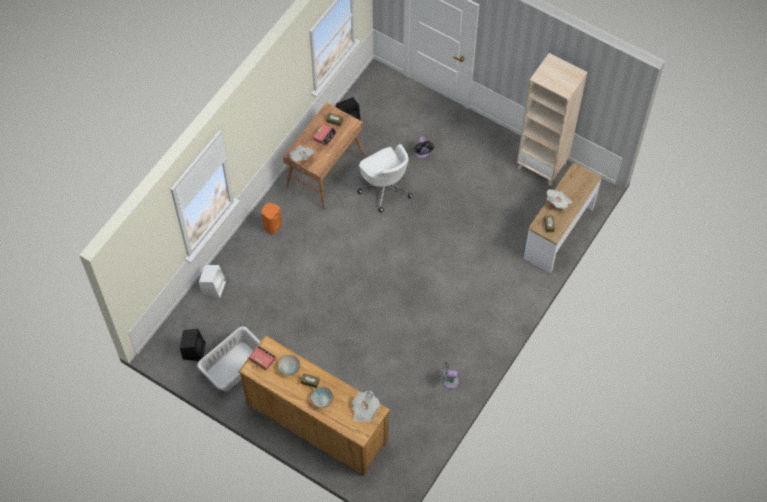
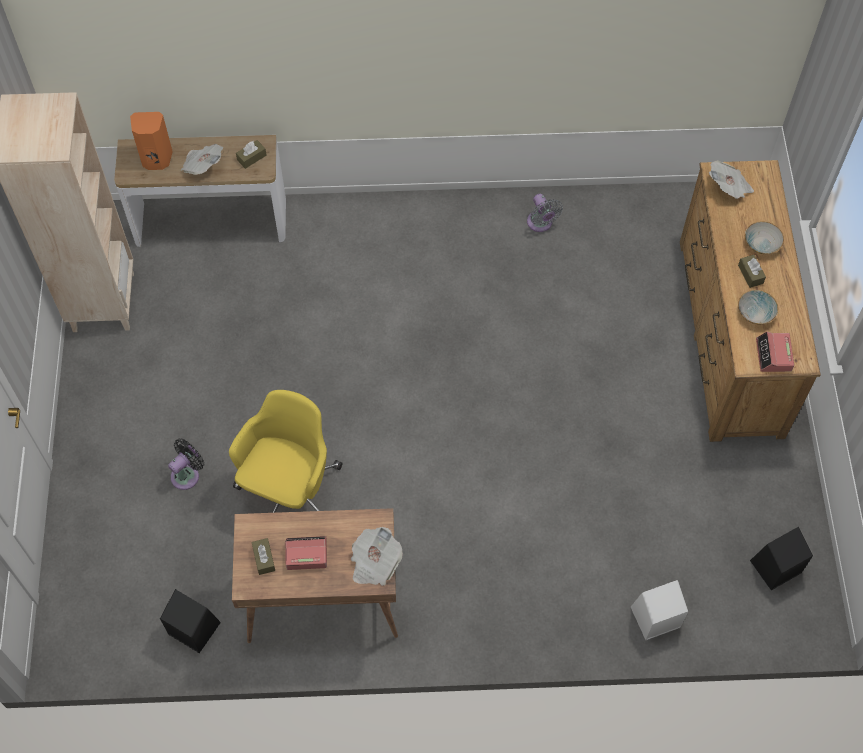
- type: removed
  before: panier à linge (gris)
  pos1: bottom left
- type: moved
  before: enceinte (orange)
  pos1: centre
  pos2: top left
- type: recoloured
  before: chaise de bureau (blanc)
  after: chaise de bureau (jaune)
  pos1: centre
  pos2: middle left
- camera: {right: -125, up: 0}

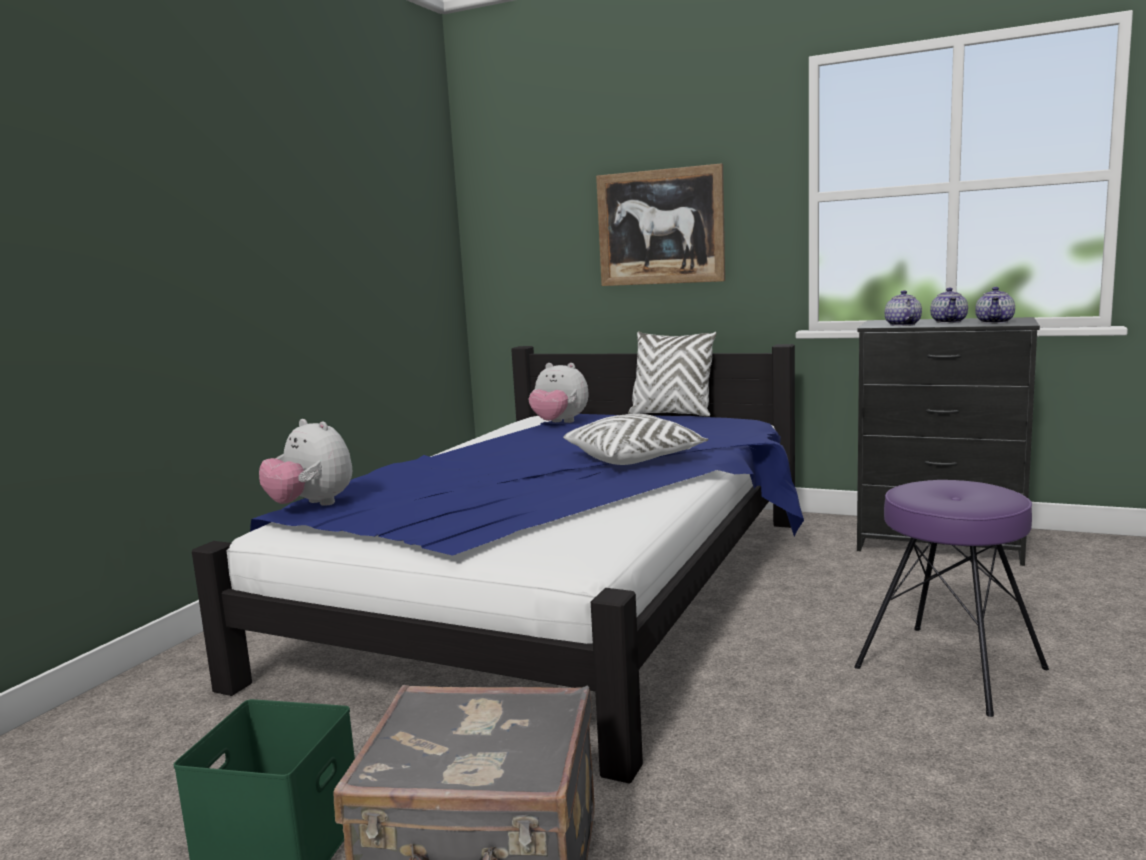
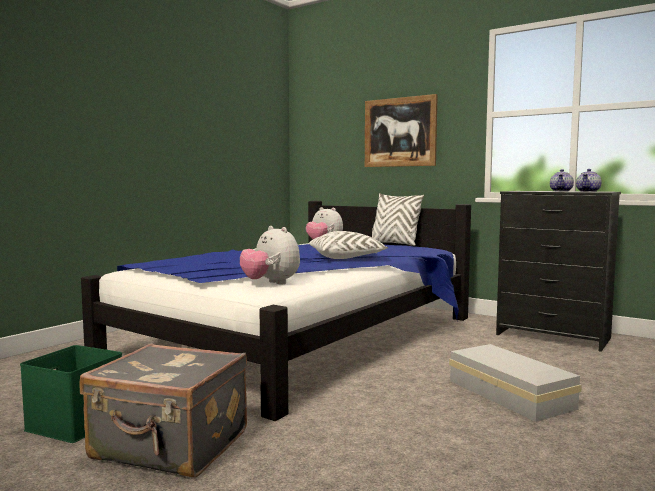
- type: removed
  before: théière (1st from left)
  pos1: middle right
- type: moved
  before: peluche (1st from left)
  pos1: middle left
  pos2: centre
- type: replaced
  before: tabouret (violet)
  after: boîte de rangement (blanc)
  pos1: bottom right
  pos2: bottom right
- camera: {right: 10, up: -5}

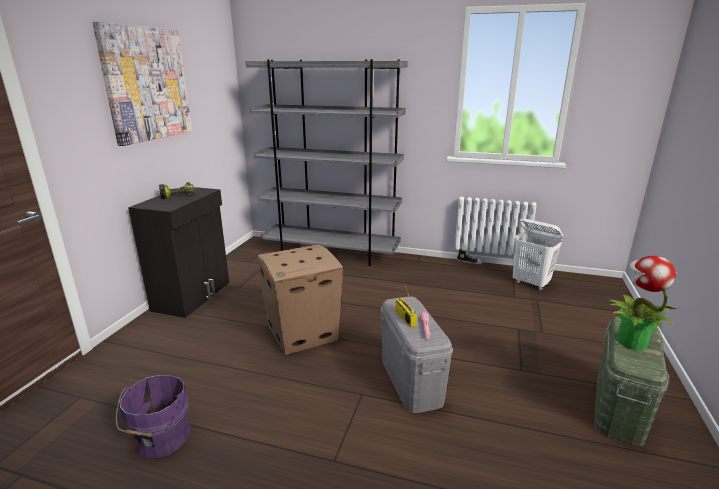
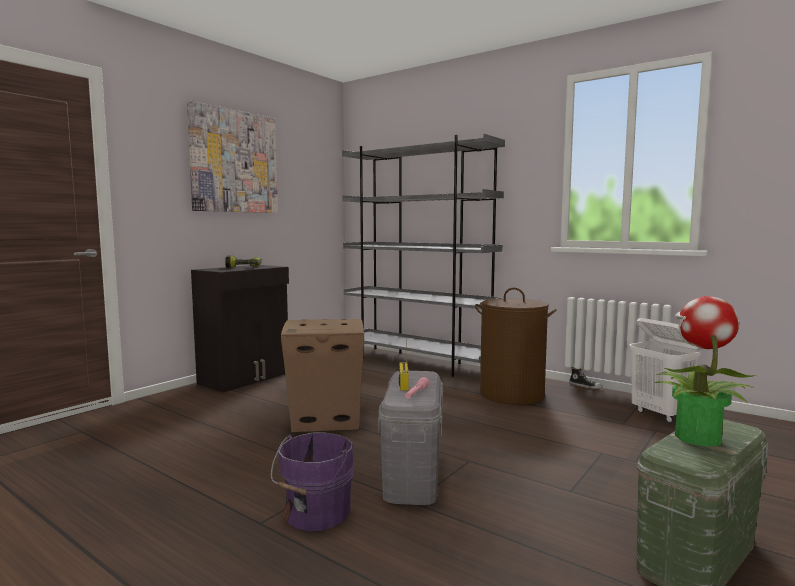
- type: added
  after: panier à linge (marron)
  pos2: centre
- type: moved
  before: seau (violet)
  pos1: bottom left
  pos2: bottom centre
- camera: {right: 20, up: -15}

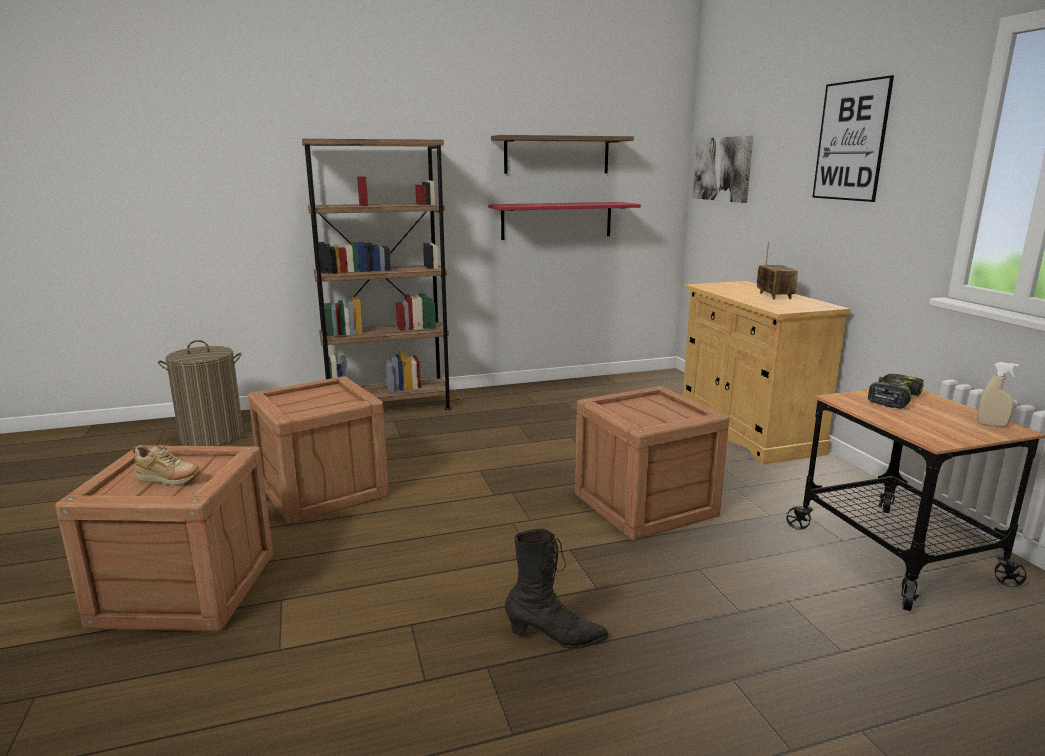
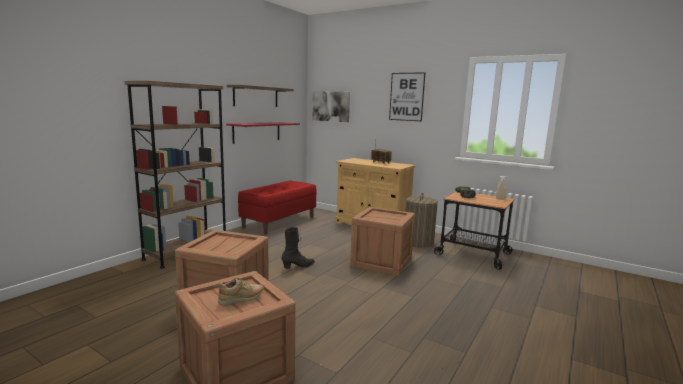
- type: added
  after: banc (rouge)
  pos2: centre
- type: moved
  before: panier à linge
  pos1: middle left
  pos2: centre
- type: moved
  before: botte (noir)
  pos1: bottom centre
  pos2: centre
- camera: {right: -40, up: -5}

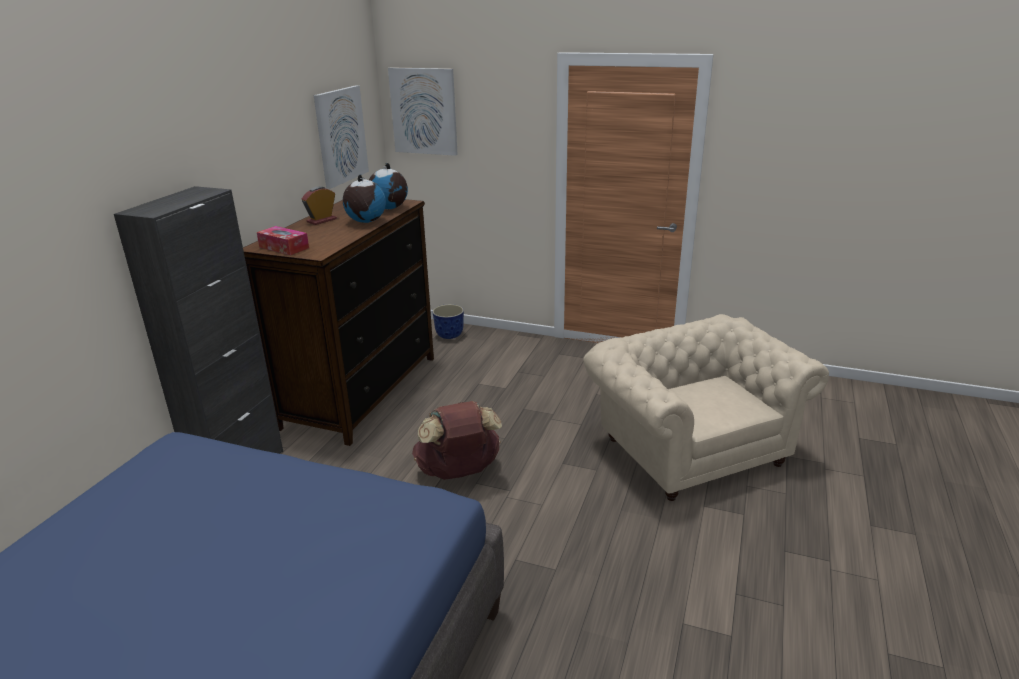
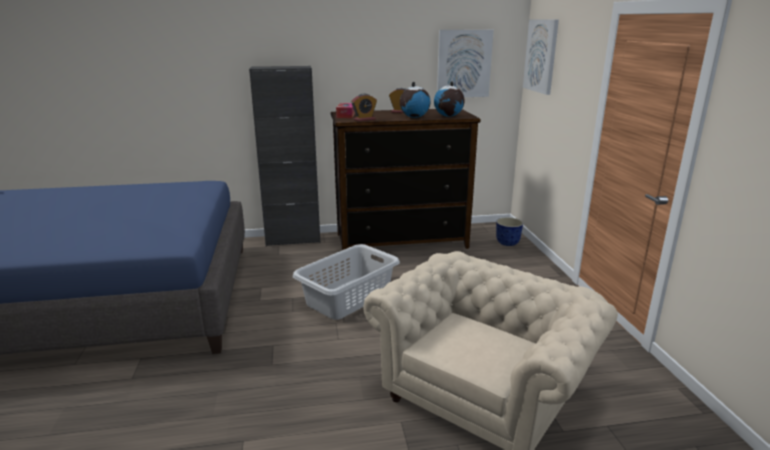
- type: added
  after: réveil (1st from left)
  pos2: top centre
- type: replaced
  before: sac à dos (marron)
  after: panier à linge (gris)
  pos1: centre
  pos2: centre
- camera: {right: 60, up: -5}

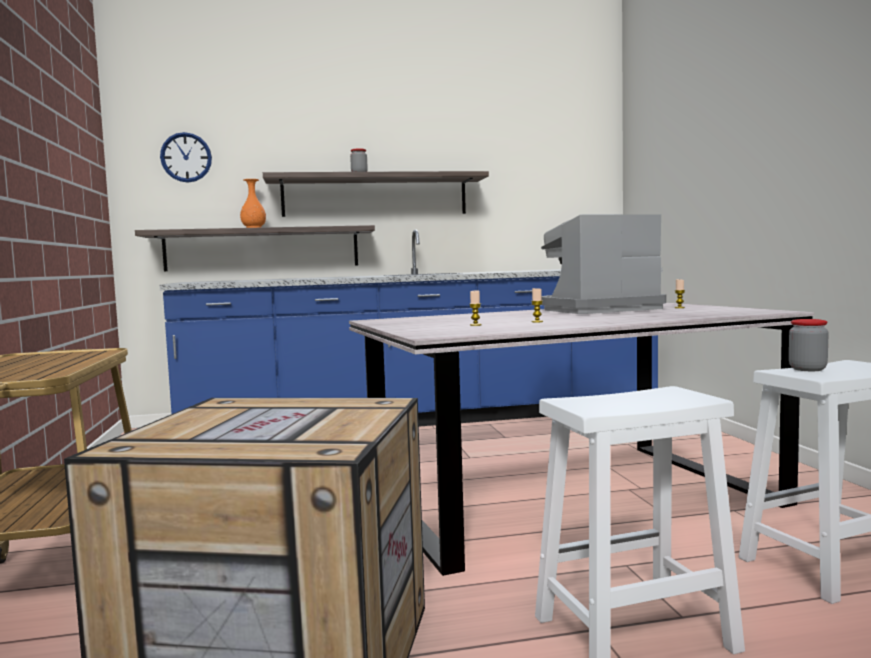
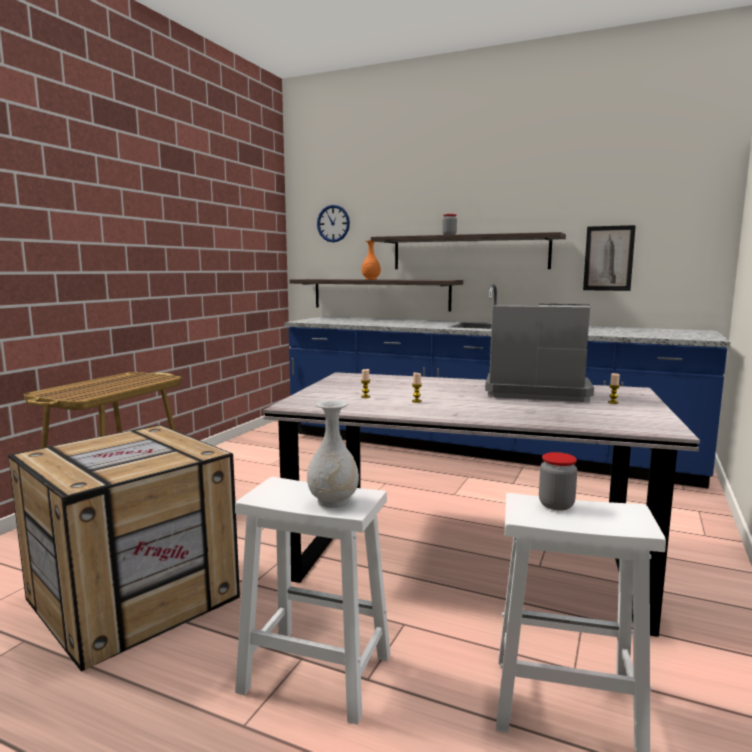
- type: added
  after: vase (blanc)
  pos2: centre
- type: added
  after: tableau
  pos2: middle right
- camera: {right: 35, up: 5}

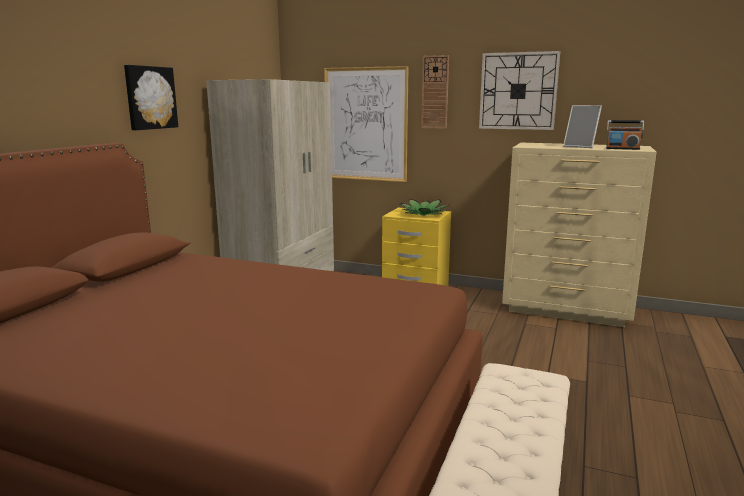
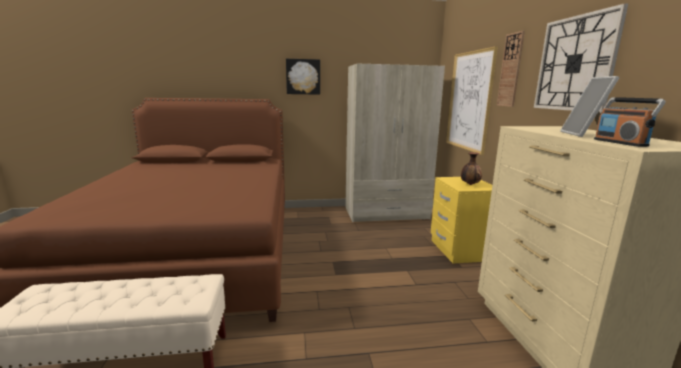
- type: replaced
  before: plante en pot
  after: vase
  pos1: centre
  pos2: middle right
- camera: {right: 60, up: 0}

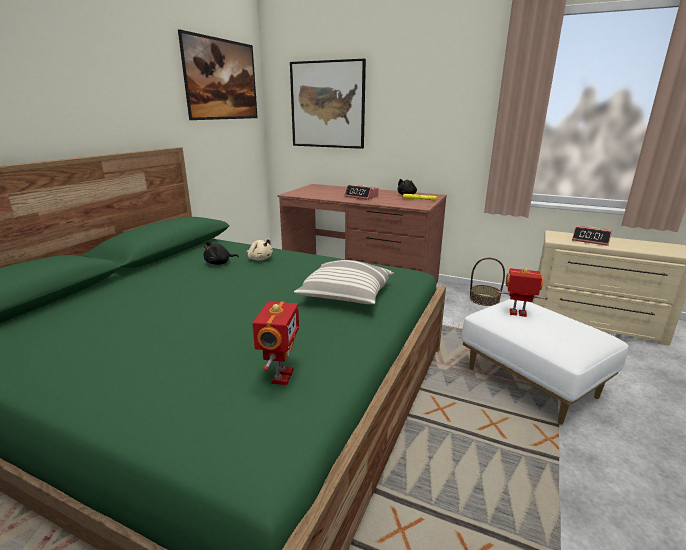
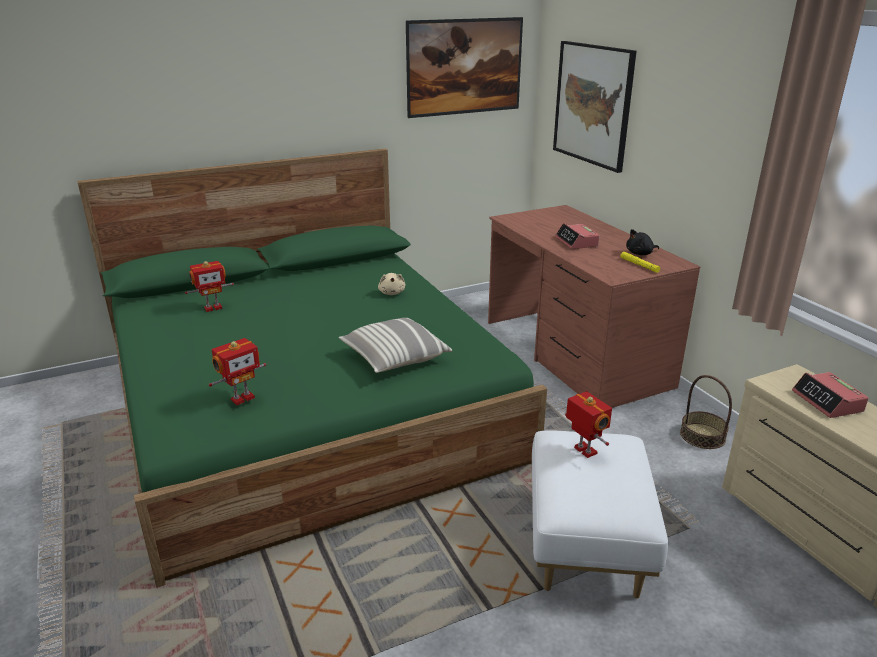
- type: removed
  before: peluche (noir) (1st from left)
  pos1: middle left
- type: added
  after: robot jouet (1st from left)
  pos2: middle left
- camera: {right: 40, up: 5}

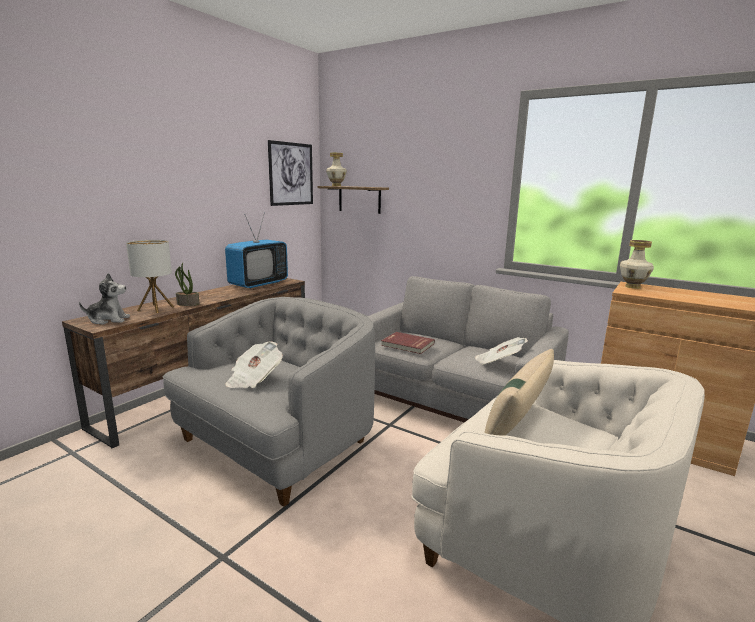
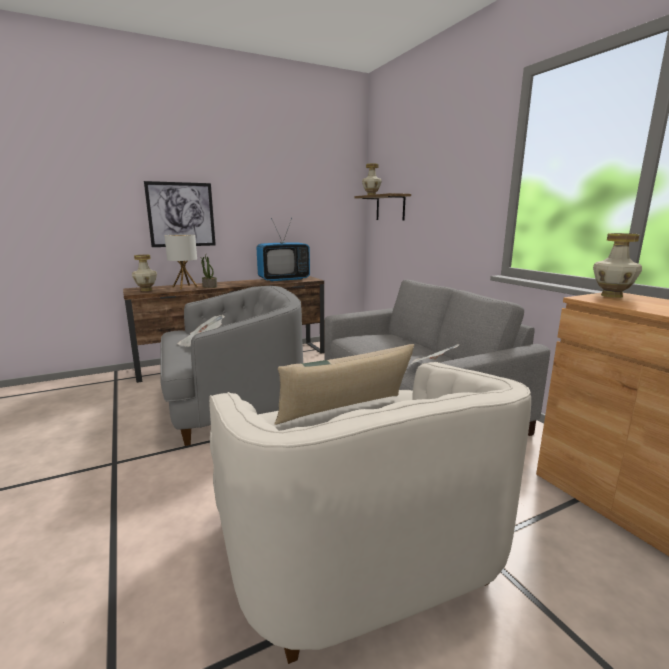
- type: removed
  before: livre (rouge)
  pos1: centre
- type: moved
  before: tableau
  pos1: top centre
  pos2: top left
- type: replaced
  before: peluche
  after: vase (1st from left)
  pos1: middle left
  pos2: middle left
- camera: {right: 30, up: 0}

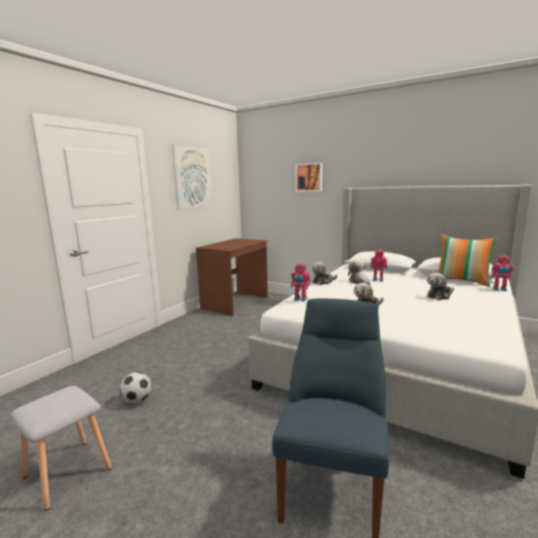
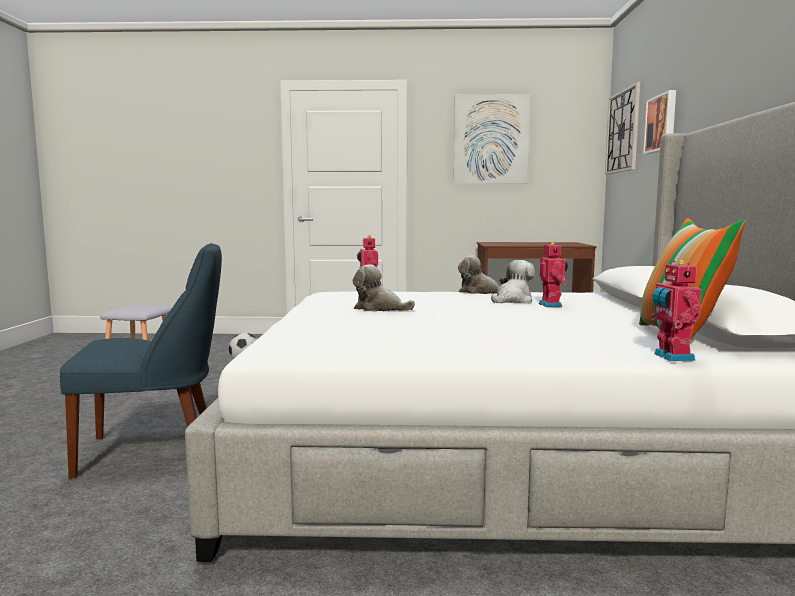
- type: removed
  before: peluche (4th from left)
  pos1: middle right
- type: added
  after: horloge murale
  pos2: top right
- camera: {right: 60, up: -5}

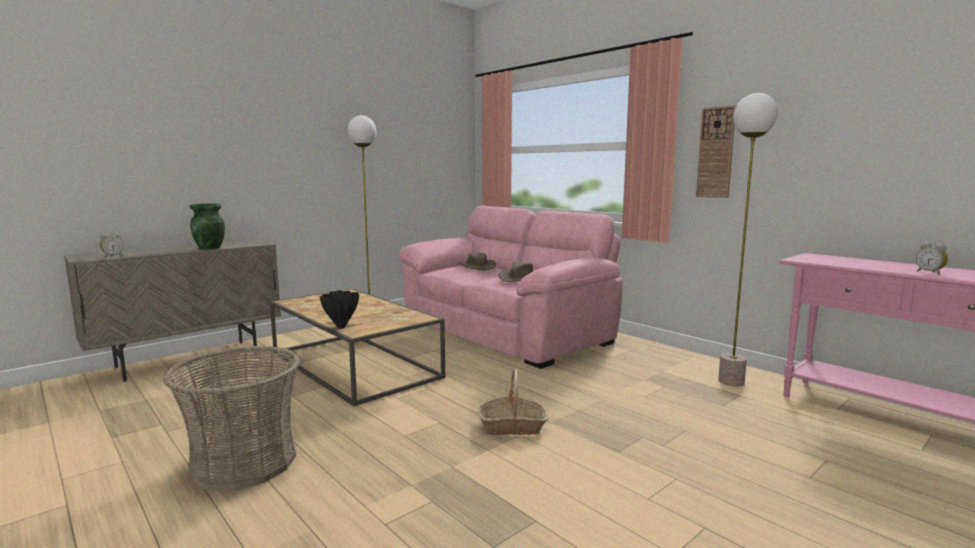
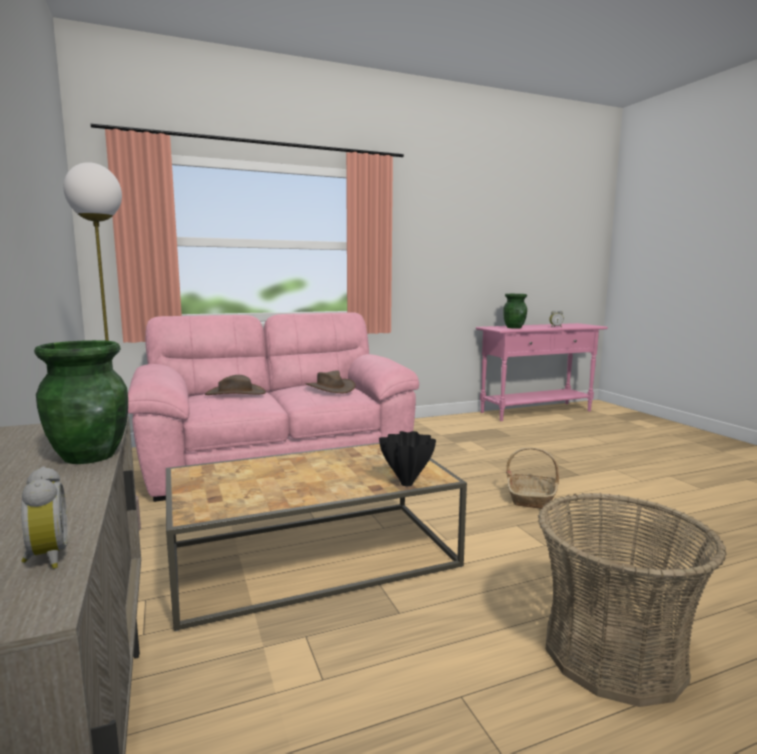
- type: removed
  before: horloge murale
  pos1: top right
- type: removed
  before: lampadaire (2nd from left)
  pos1: middle right
- type: added
  after: vase (vert) (2nd from left)
  pos2: middle right
- camera: {right: -70, up: 0}

